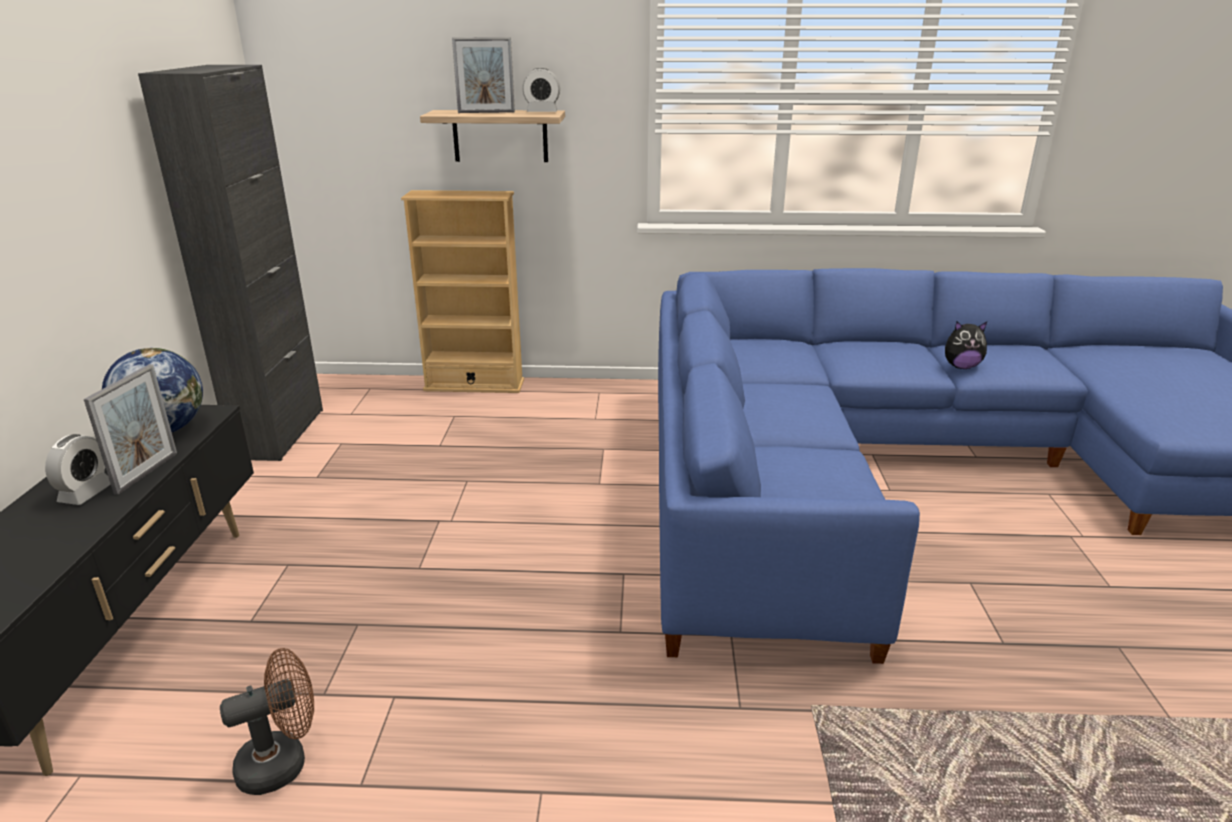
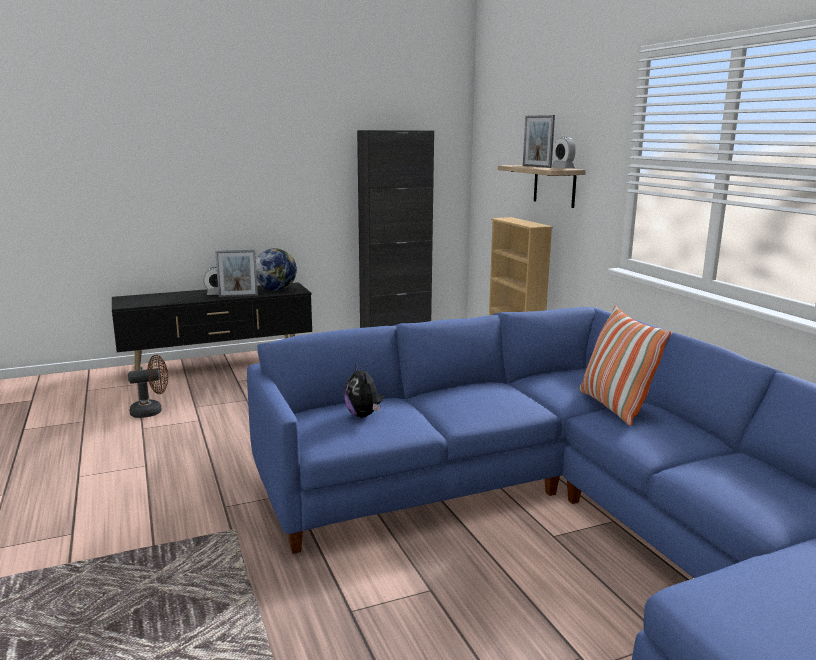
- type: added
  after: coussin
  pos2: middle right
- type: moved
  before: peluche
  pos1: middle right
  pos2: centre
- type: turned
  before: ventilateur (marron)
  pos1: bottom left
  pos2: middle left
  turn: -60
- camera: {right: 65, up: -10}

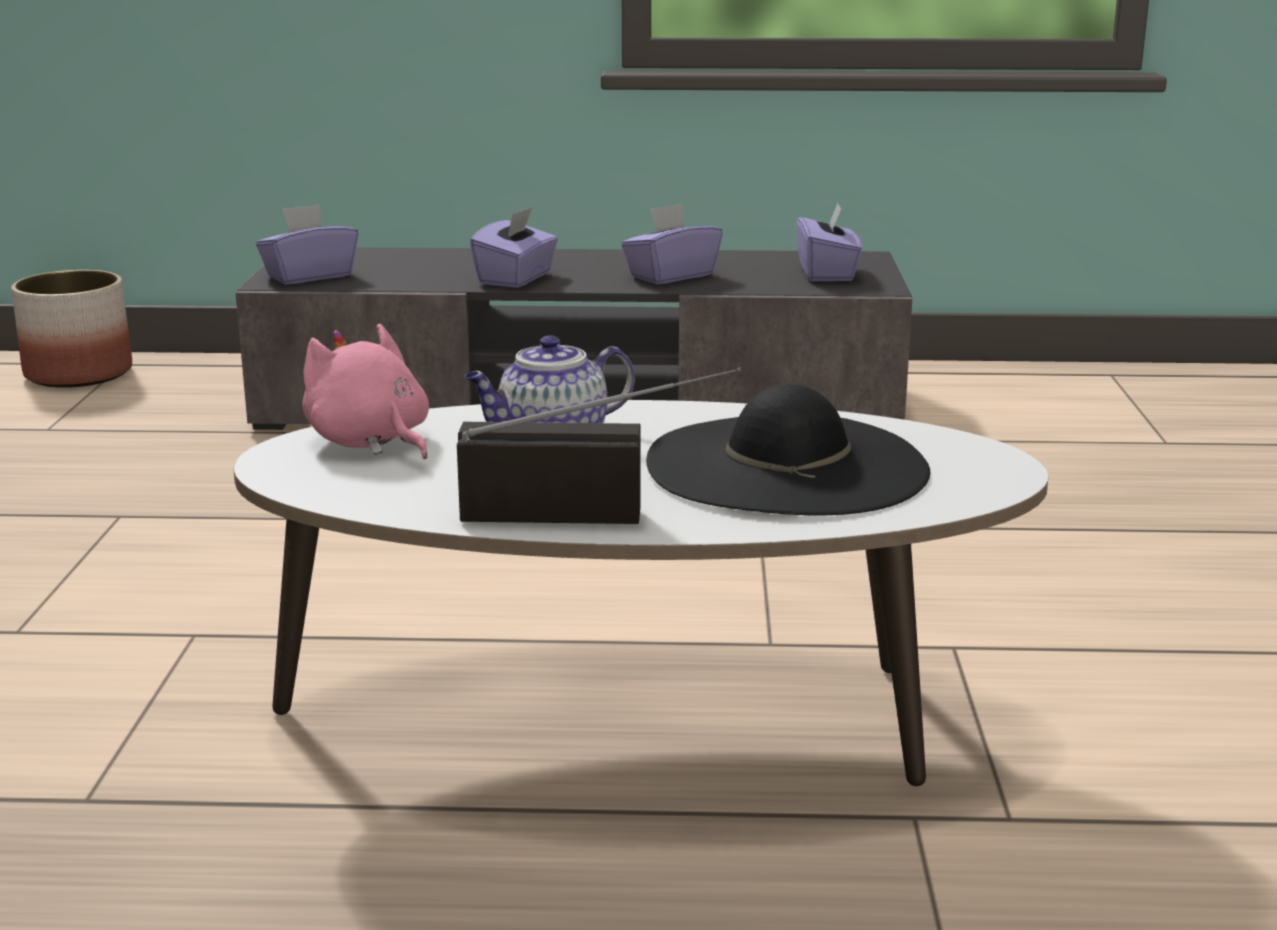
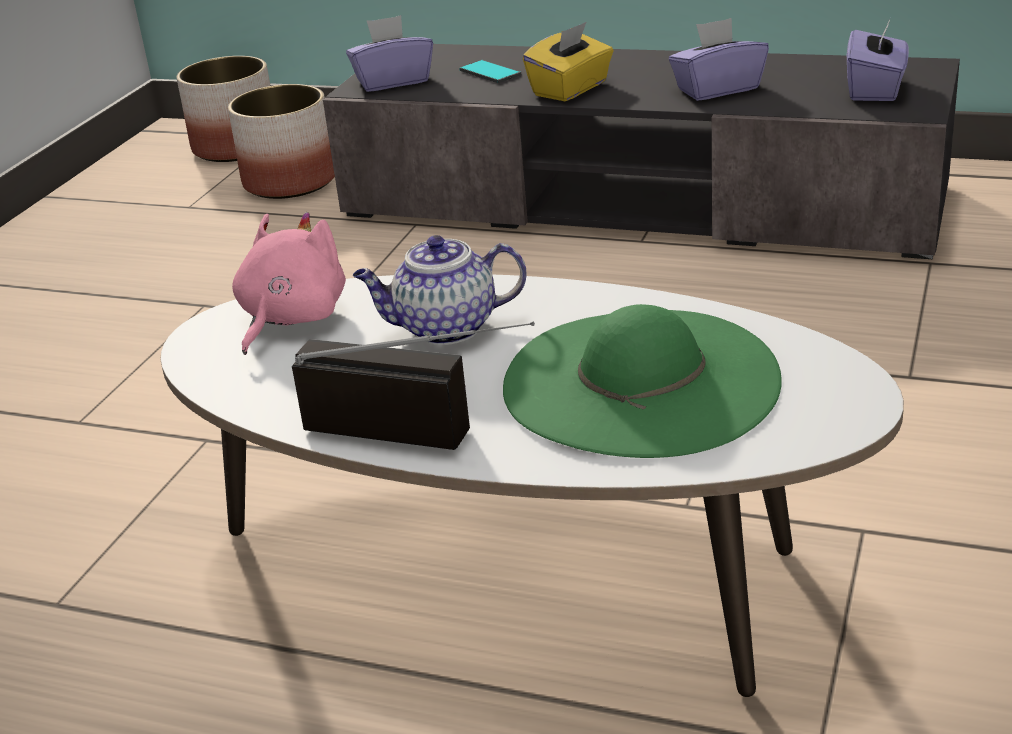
- type: added
  after: cache-pot (2nd from left)
  pos2: top left
- type: added
  after: téléphone
  pos2: top centre
- type: recoloured
  before: boîte à mouchoirs (violet) (2nd from left)
  after: boîte à mouchoirs (jaune)
  pos1: top centre
  pos2: top centre
- type: recoloured
  before: chapeau (noir)
  after: chapeau (vert)
  pos1: centre
  pos2: centre
- type: turned
  before: peluche (rose)
  pos1: middle left
  pos2: middle left
  turn: 45
- camera: {right: 20, up: 10}

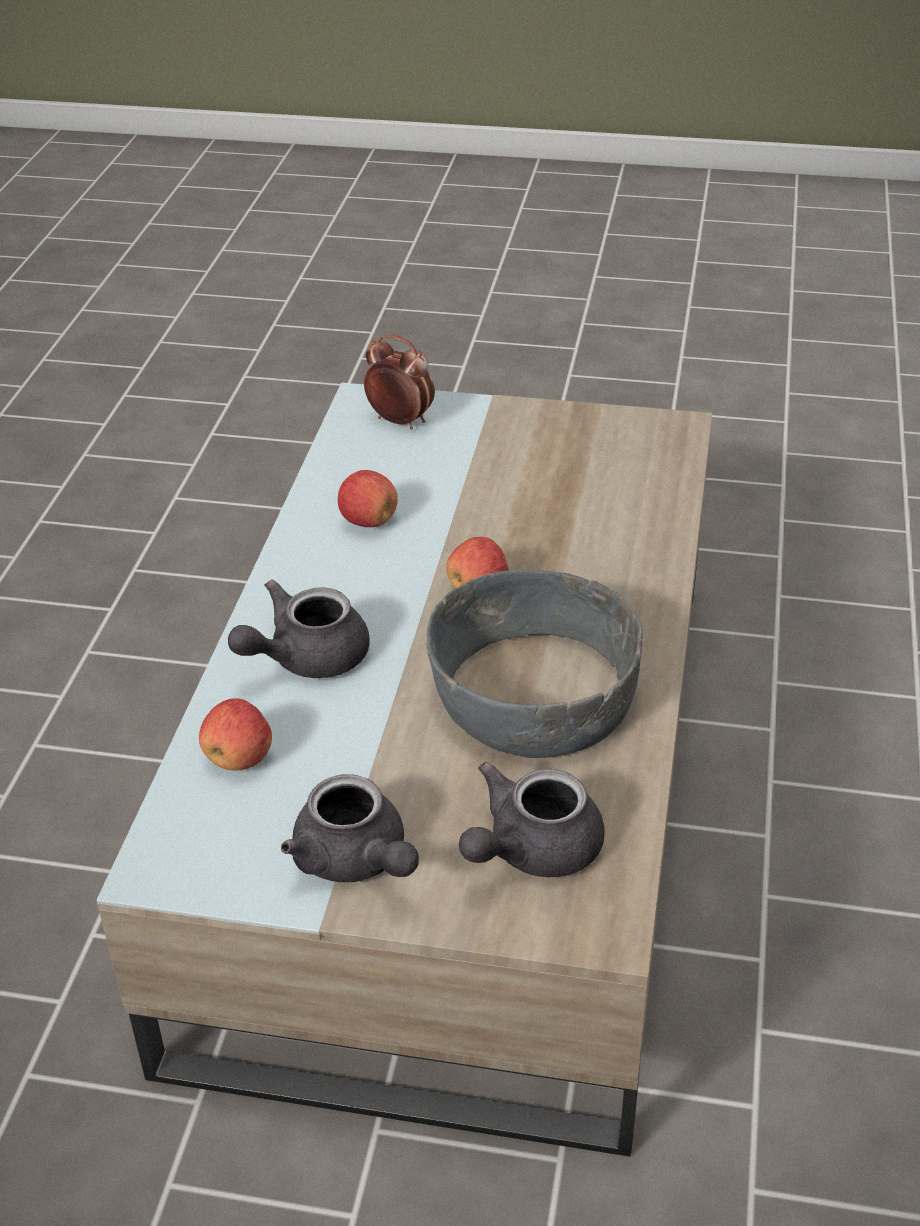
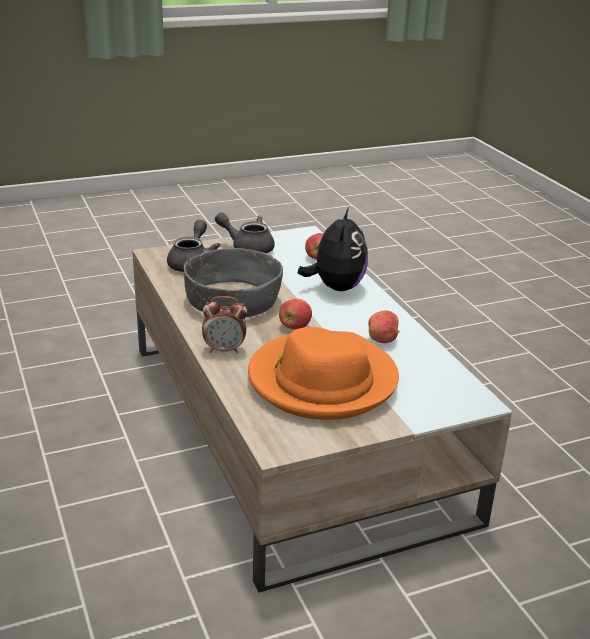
- type: added
  after: chapeau (orange)
  pos2: centre
- type: moved
  before: réveil
  pos1: top centre
  pos2: centre
- type: replaced
  before: théière (gris) (1st from left)
  after: peluche
  pos1: middle left
  pos2: centre
- camera: {right: 145, up: -10}

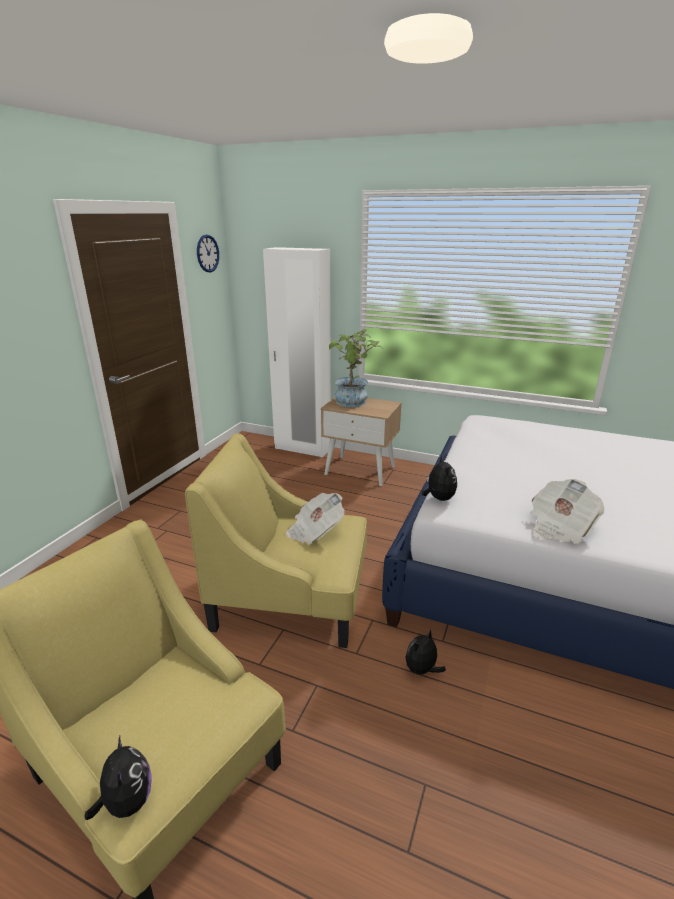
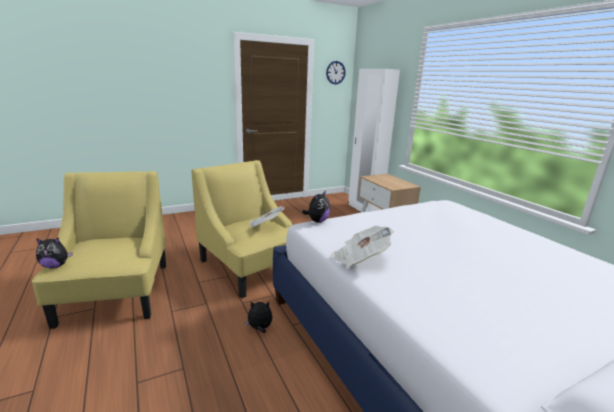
- type: removed
  before: plante en pot
  pos1: centre
- type: turned
  before: peluche (1st from left)
  pos1: bottom left
  pos2: middle left
  turn: 60
- camera: {right: 40, up: -5}

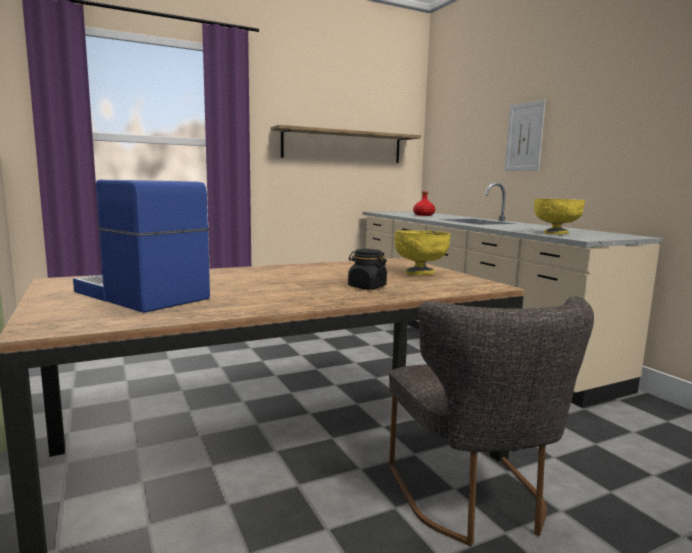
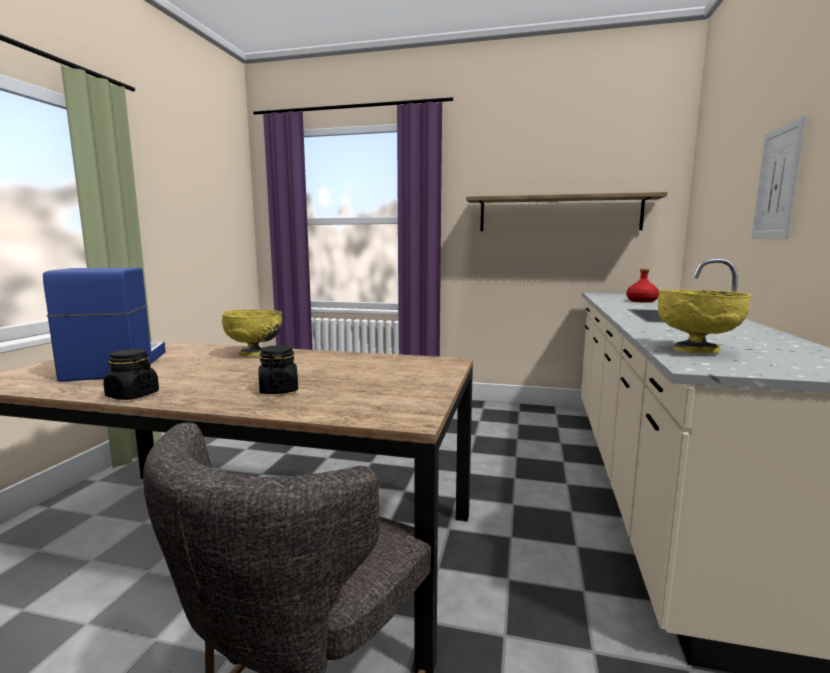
- type: added
  after: bocal (noir) (1st from left)
  pos2: middle left
- type: moved
  before: bol (jaune) (1st from left)
  pos1: centre
  pos2: middle left
- camera: {right: 40, up: 0}

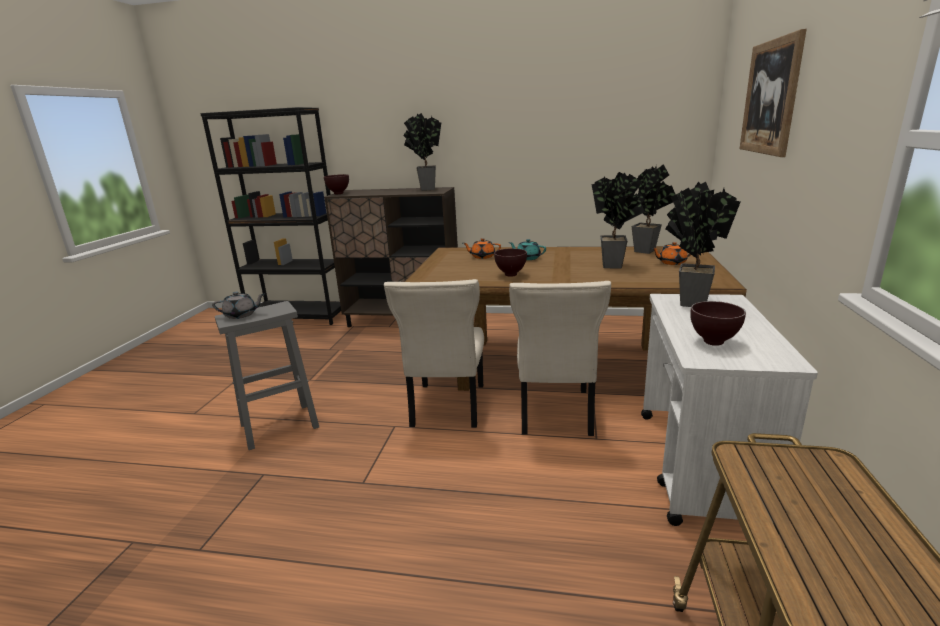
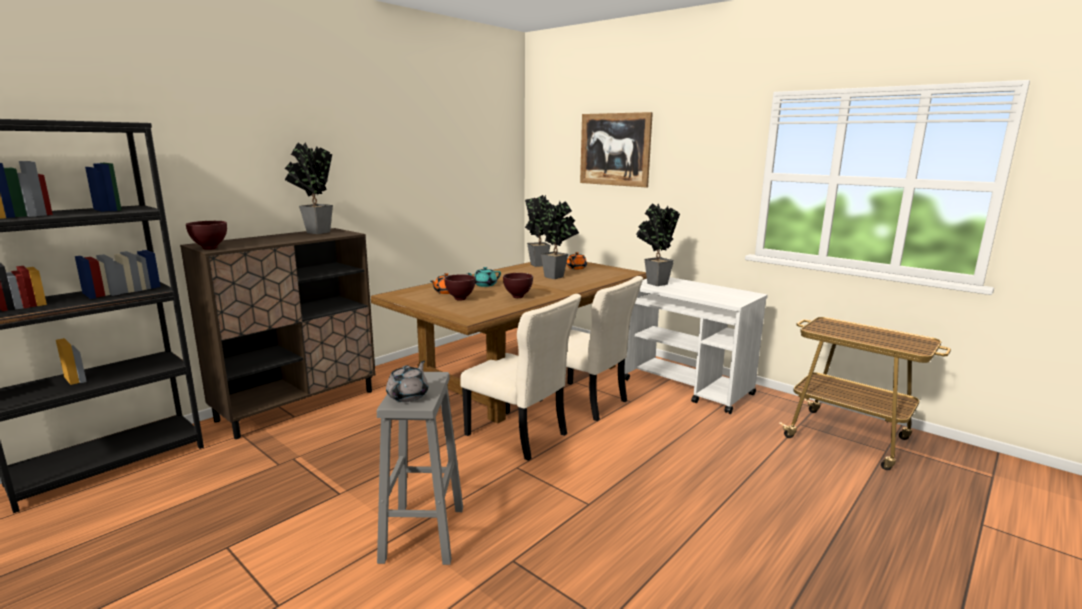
- type: moved
  before: bol (marron) (3rd from left in the first image)
  after: bol (marron) (2nd from left)
  pos1: middle right
  pos2: centre
- camera: {right: -60, up: -5}

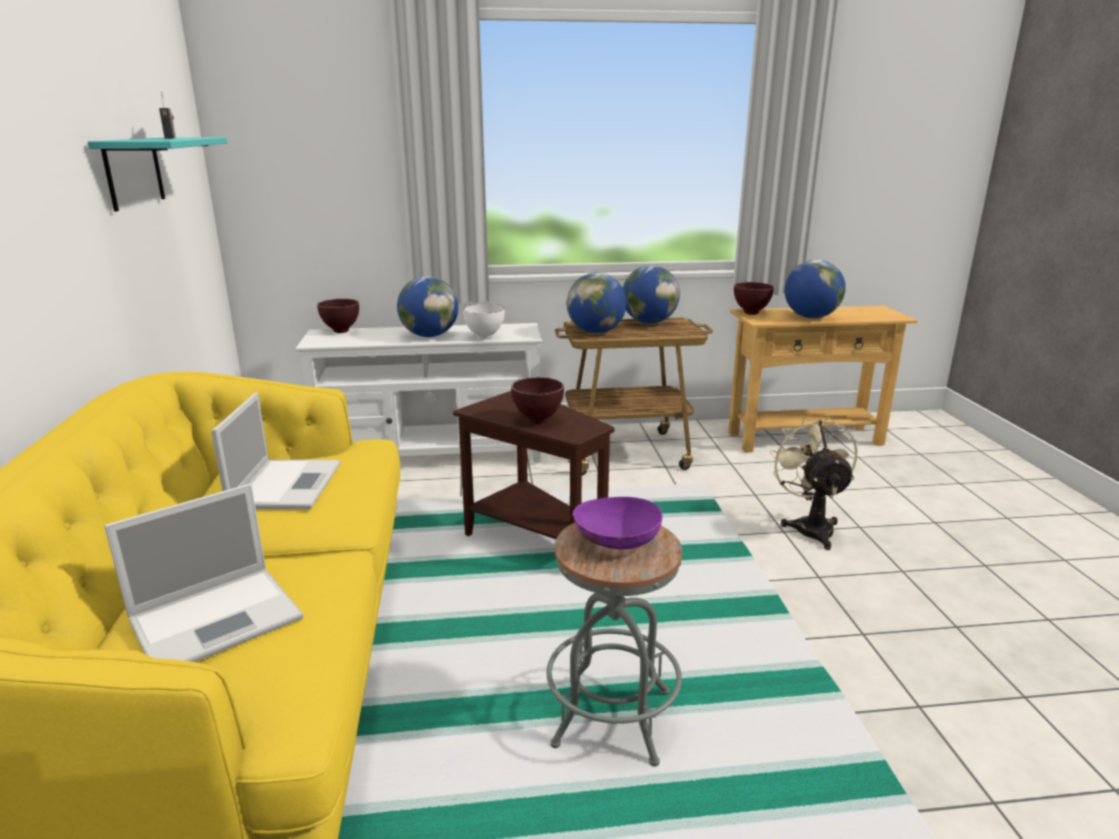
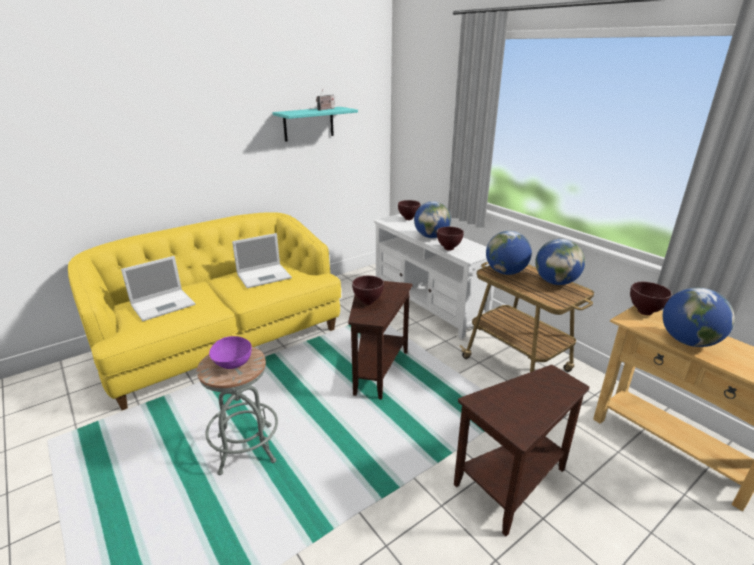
- type: replaced
  before: ventilateur (beige)
  after: table d'appoint (marron) (2nd from left)
  pos1: middle right
  pos2: bottom right
- type: recoloured
  before: bol (blanc)
  after: bol (marron) (3rd from left)
  pos1: centre
  pos2: centre
- type: turned
  before: ordinateur portable (1st from left)
  pos1: bottom left
  pos2: middle left
  turn: -60
- camera: {right: 60, up: 5}

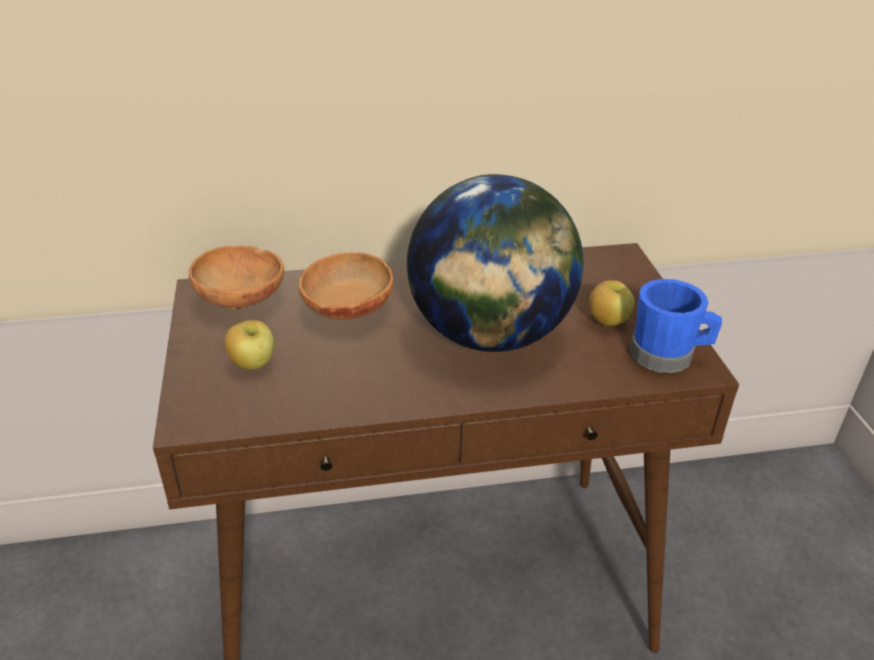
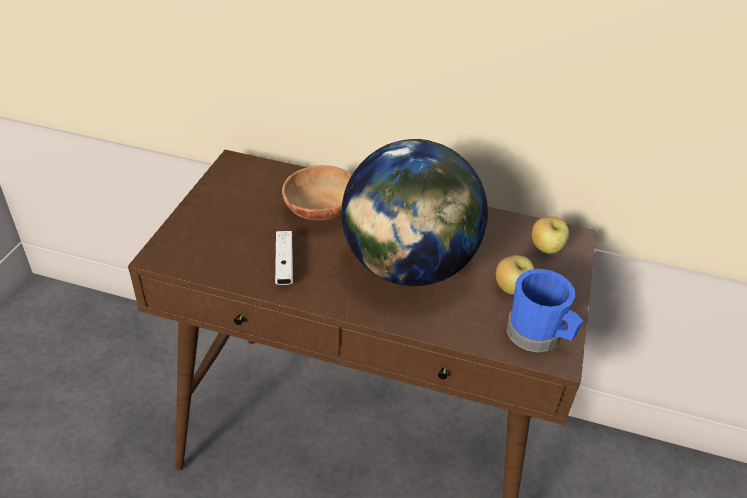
- type: removed
  before: bol (marron) (1st from left)
  pos1: middle left
- type: added
  after: manette (blanc)
  pos2: centre
- type: moved
  before: pomme (1st from left in the first image)
  after: pomme (2nd from left)
  pos1: middle left
  pos2: middle right
- camera: {right: 25, up: 5}

